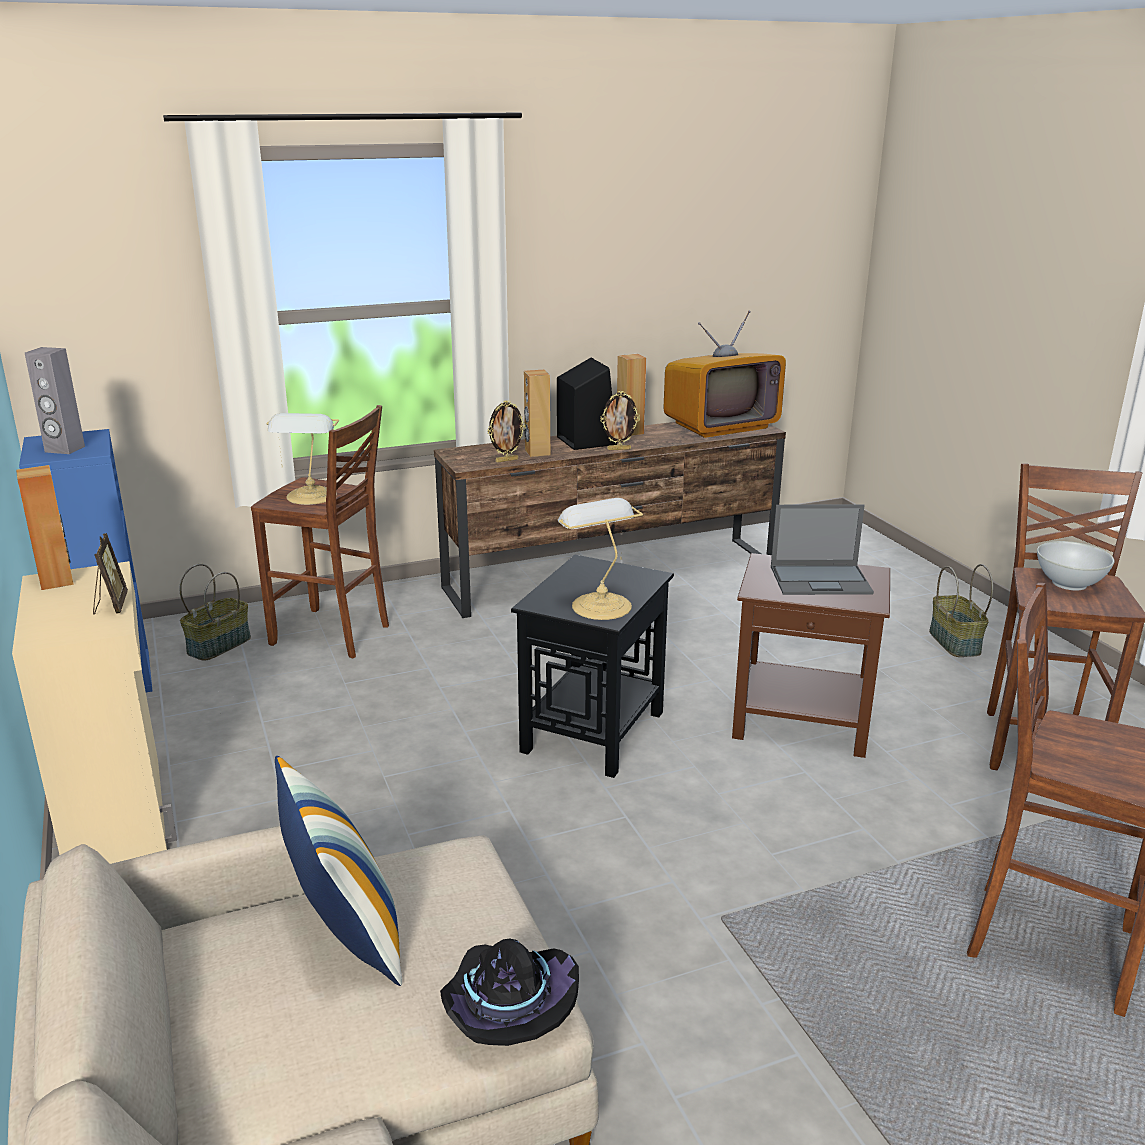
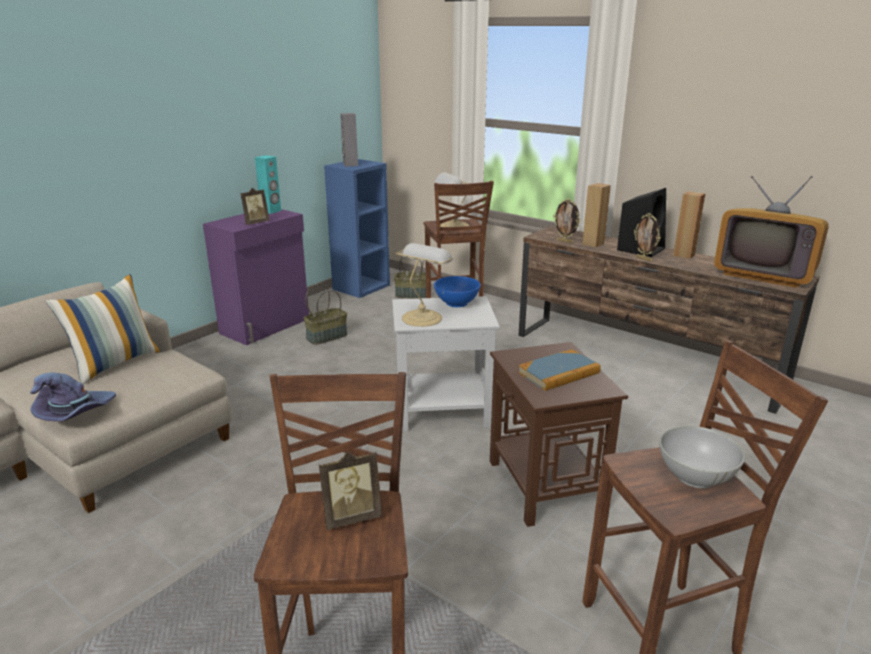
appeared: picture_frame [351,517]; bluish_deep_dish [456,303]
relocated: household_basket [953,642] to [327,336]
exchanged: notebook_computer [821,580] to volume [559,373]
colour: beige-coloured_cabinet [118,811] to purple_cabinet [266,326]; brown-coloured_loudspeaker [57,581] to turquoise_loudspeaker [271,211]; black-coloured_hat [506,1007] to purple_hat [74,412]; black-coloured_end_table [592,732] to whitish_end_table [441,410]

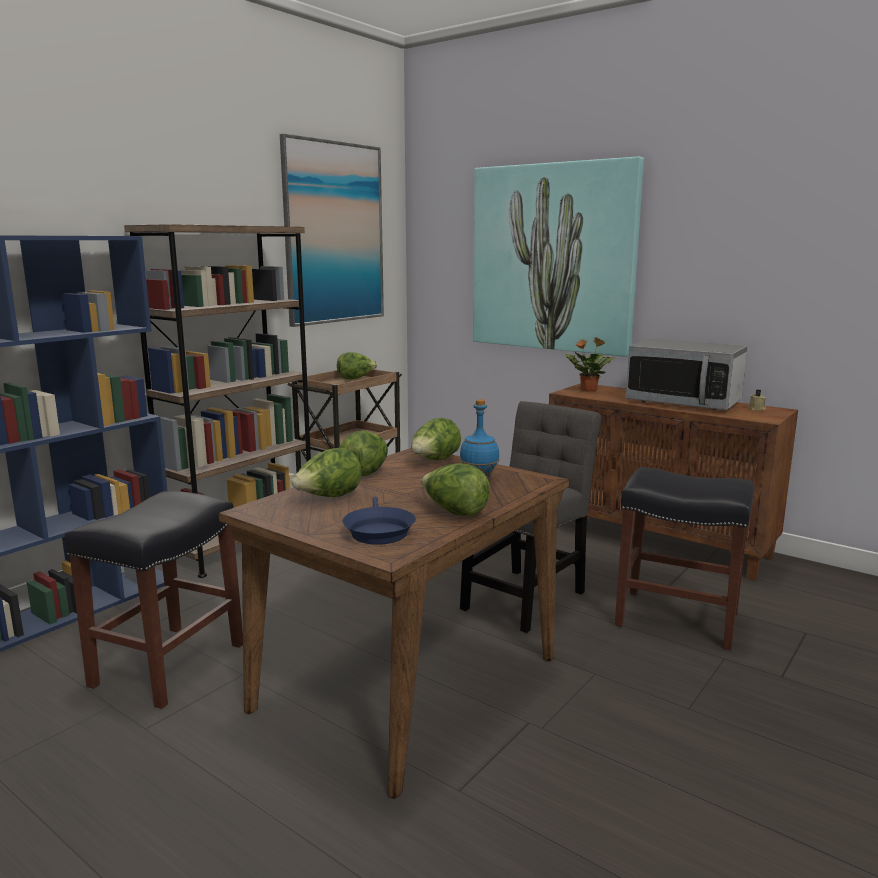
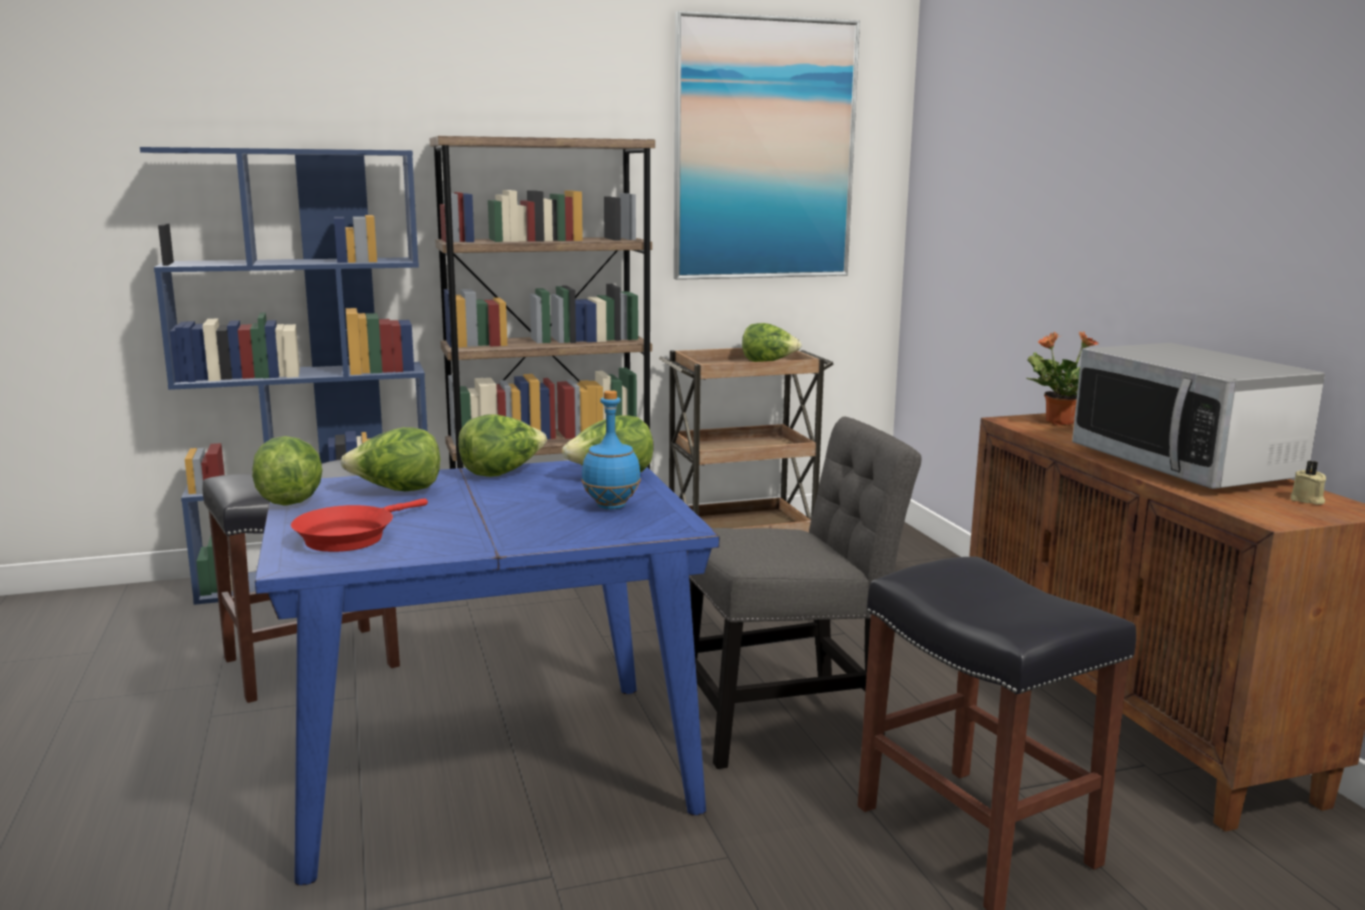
missing: wall_picture [553,258]
relocated: head_of_lettuce [454,512] to [290,499]
colour: brown-coloured_kitchen_table [407,684] to bluish_kitchen_table [488,772]; bluish_pan [378,531] to reddish_pan [350,536]

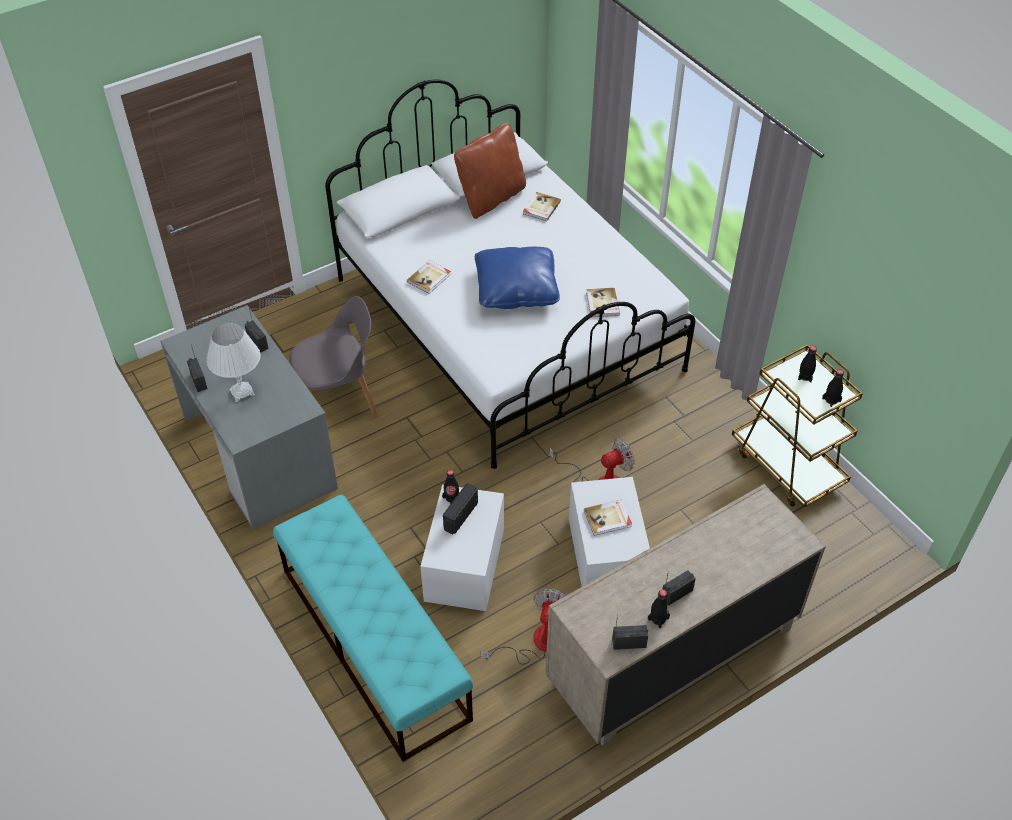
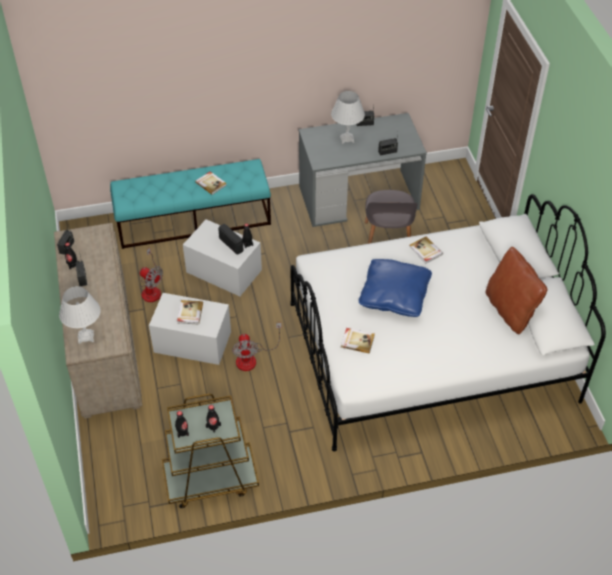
appeared: whitish_table_lamp [86,336]
relocated: volume [541,208] to [211,183]

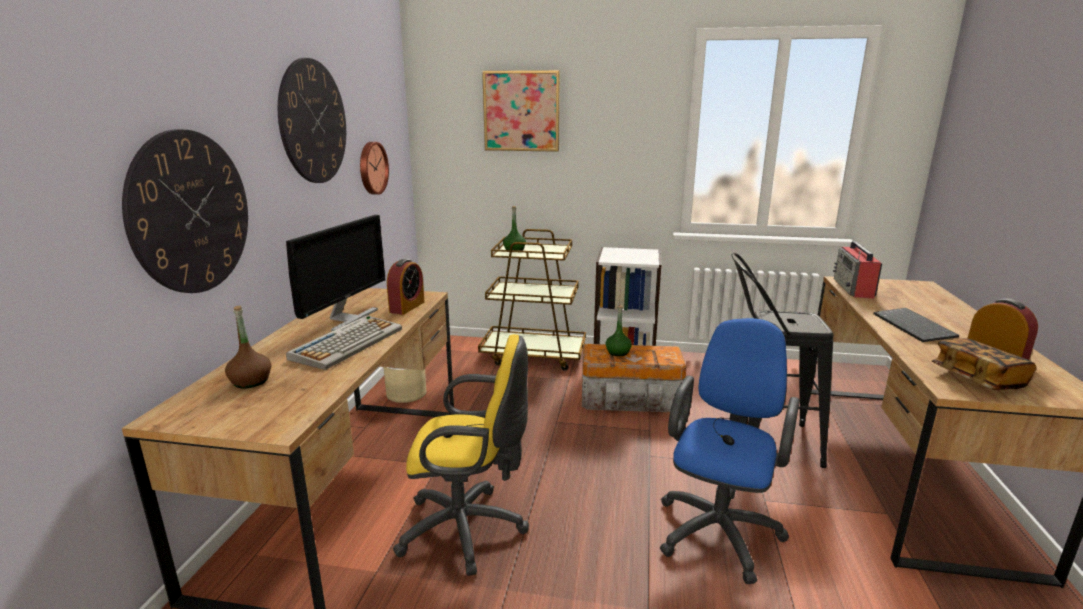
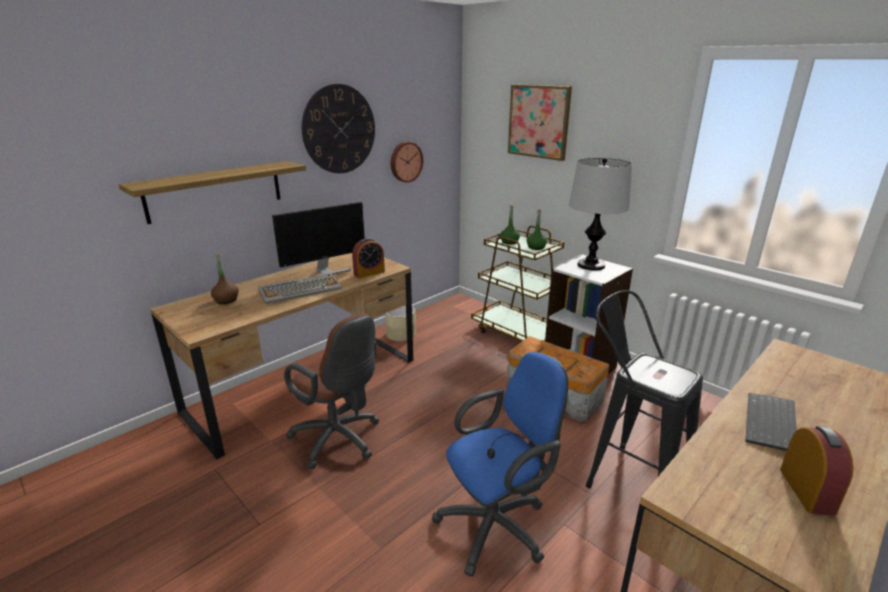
missing: radio_set [853,288]; volume [977,379]
appeared: table_lamp [591,265]
relocated: green_bottle [618,352] to [536,247]
exchanged: clock_on_the_wall [191,212] to wall_shelf [215,191]
colour: yellow-coloured_office_chair [469,529] to brown-coloured_office_chair [339,440]

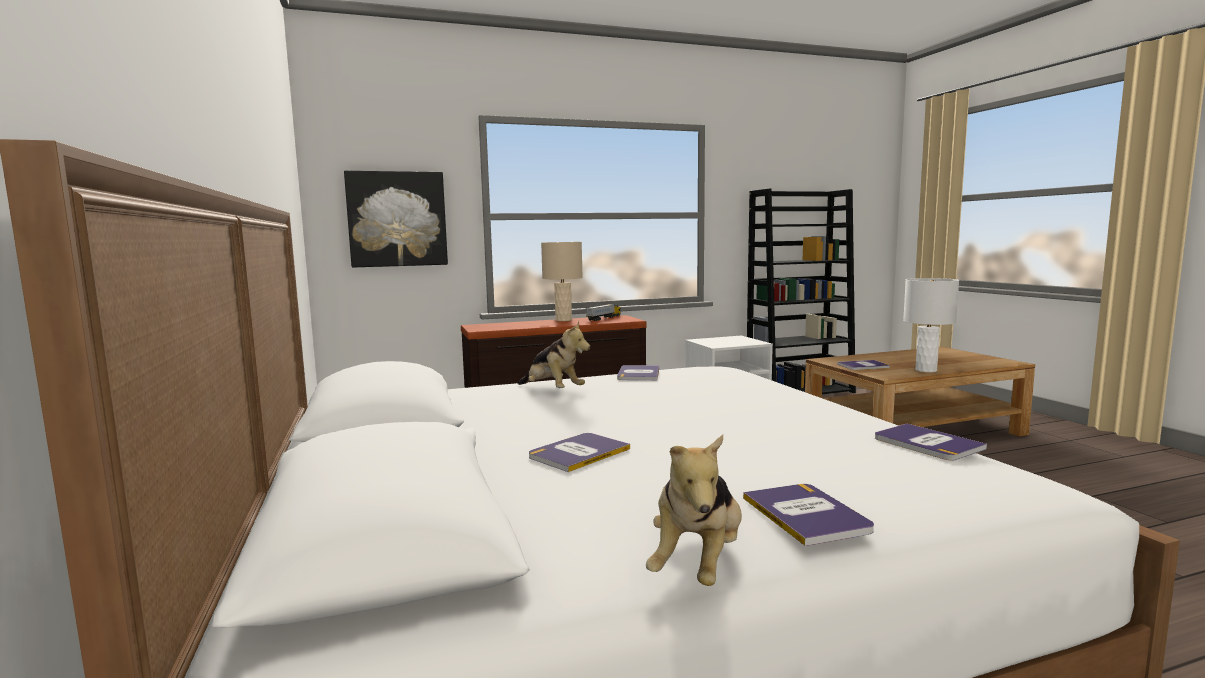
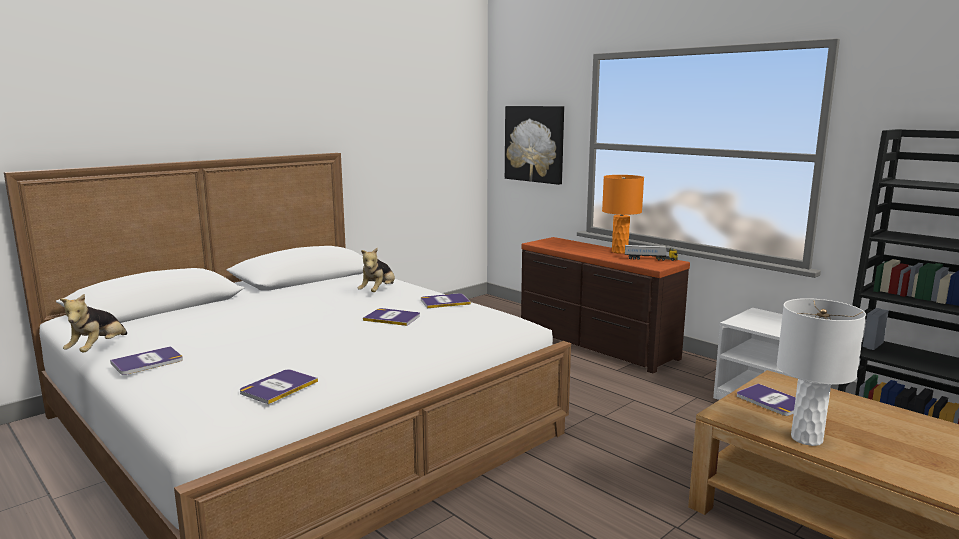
relocated: volume [578,453] to [392,318]
colour: beige-coloured_table_lamp [563,320] to orange-coloured_table_lamp [620,251]
spun: cuddly_toy [698,565] = [98,349] 75 degrees counterclockwise

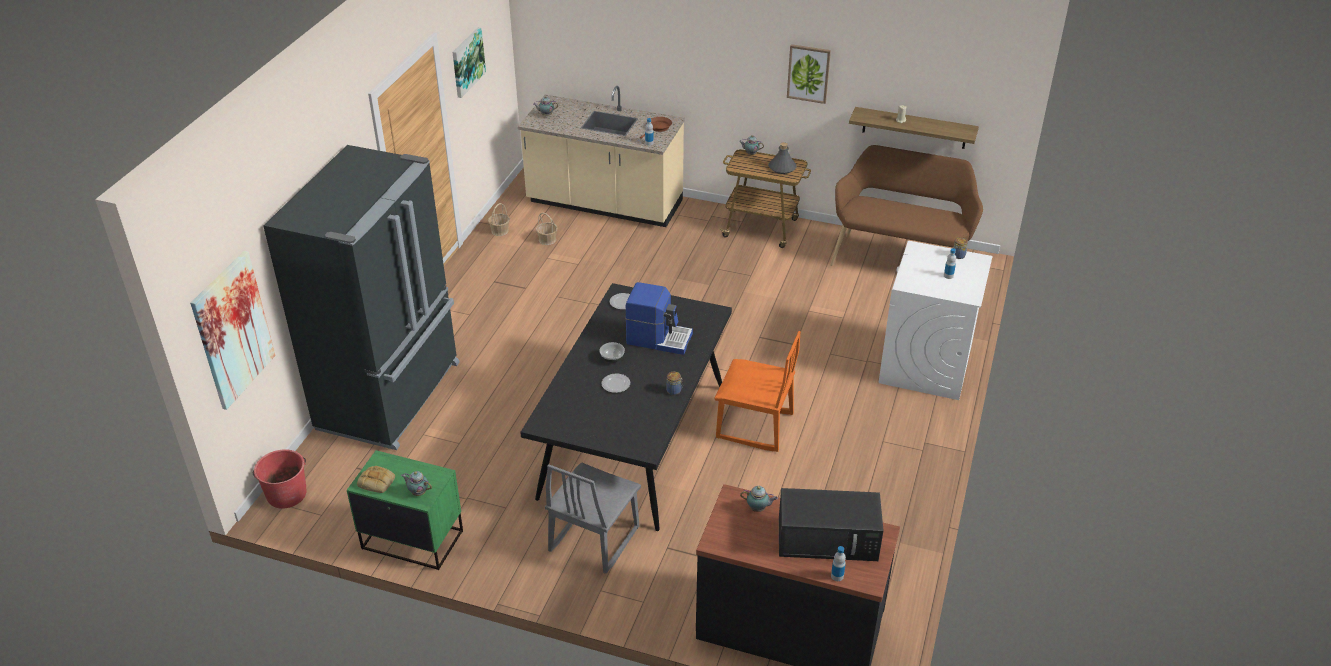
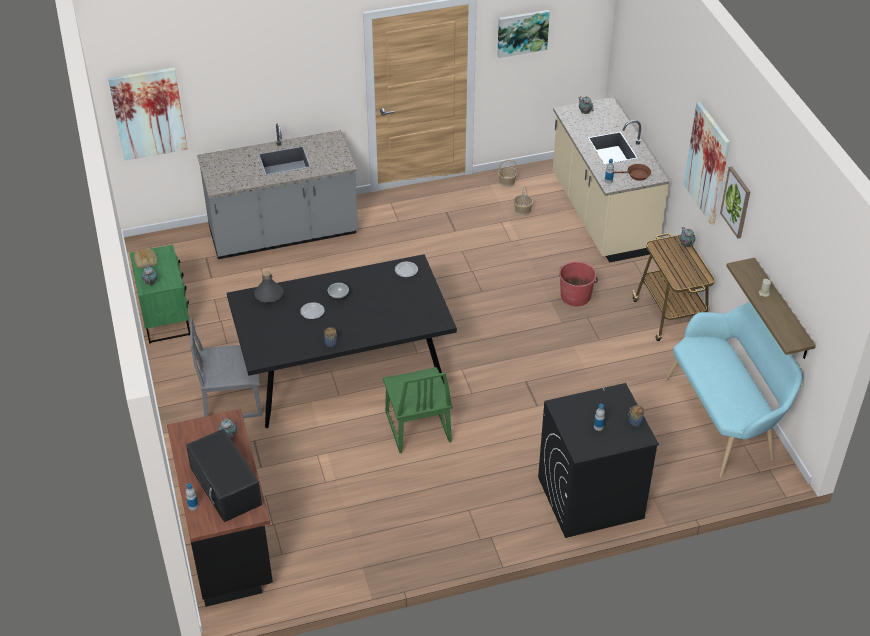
missing: coffee_machine [659,338]
appeared: wall_picture [707,163]
relocated: reddish_water_bucket [286,494] to [575,296]; grey_bottle [782,168] to [269,294]
exchanged: black-coloured_kitchen_fridge [392,396] to grey_kitchen_counter [283,234]
colour: orange-coloured_upright_chair [754,427] to green_upright_chair [417,427]; brown-coloured_bench [900,259] to turquoise_bench [724,420]; whitish_laundry_appliance [925,366] to black-coloured_laundry_appliance [590,498]

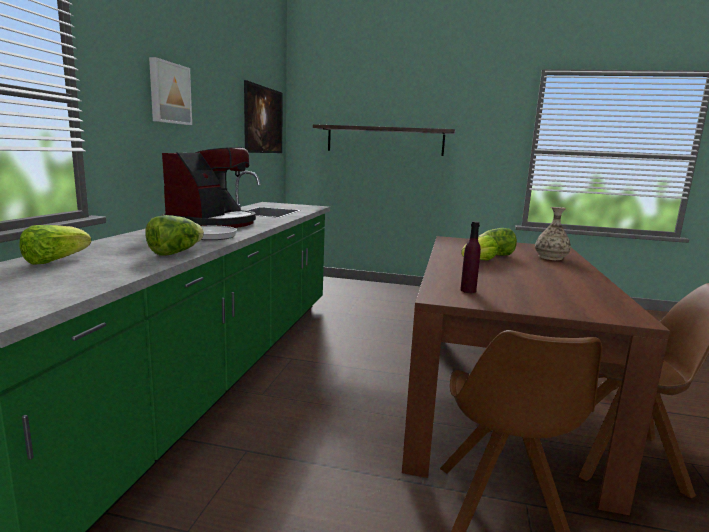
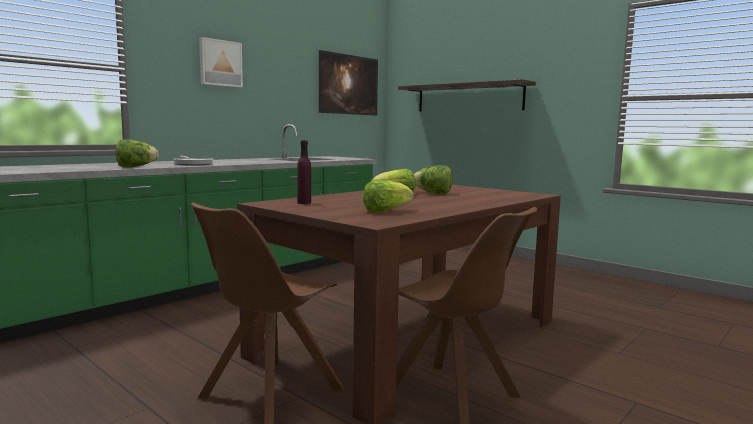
missing: coffee_machine [213,223]; vase [550,257]
relocated: head_of_lettuce [55,261] to [386,211]

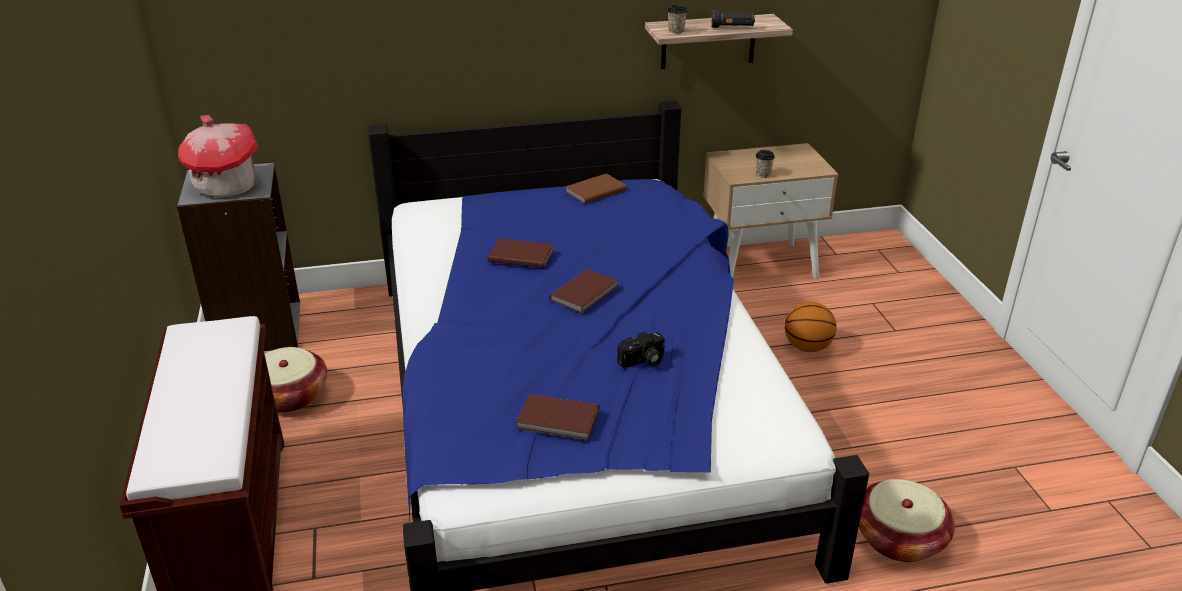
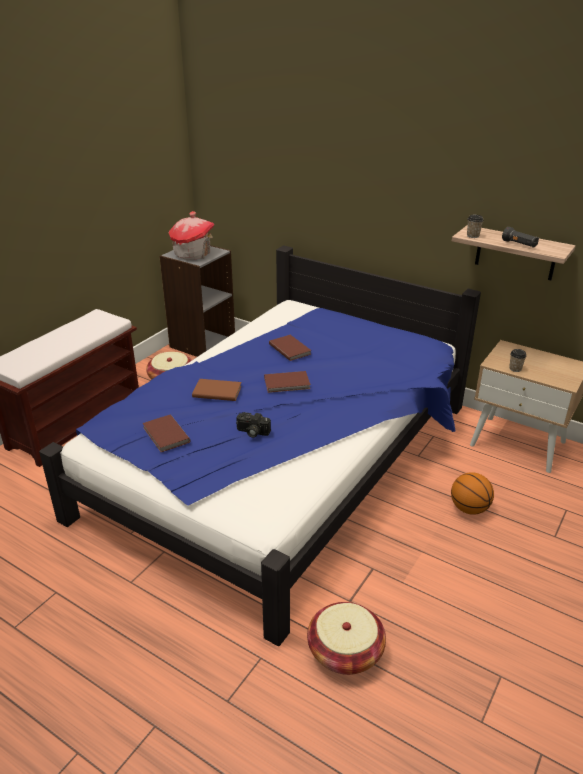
relocated: brown-coloured_volume [594,190] to [216,391]

